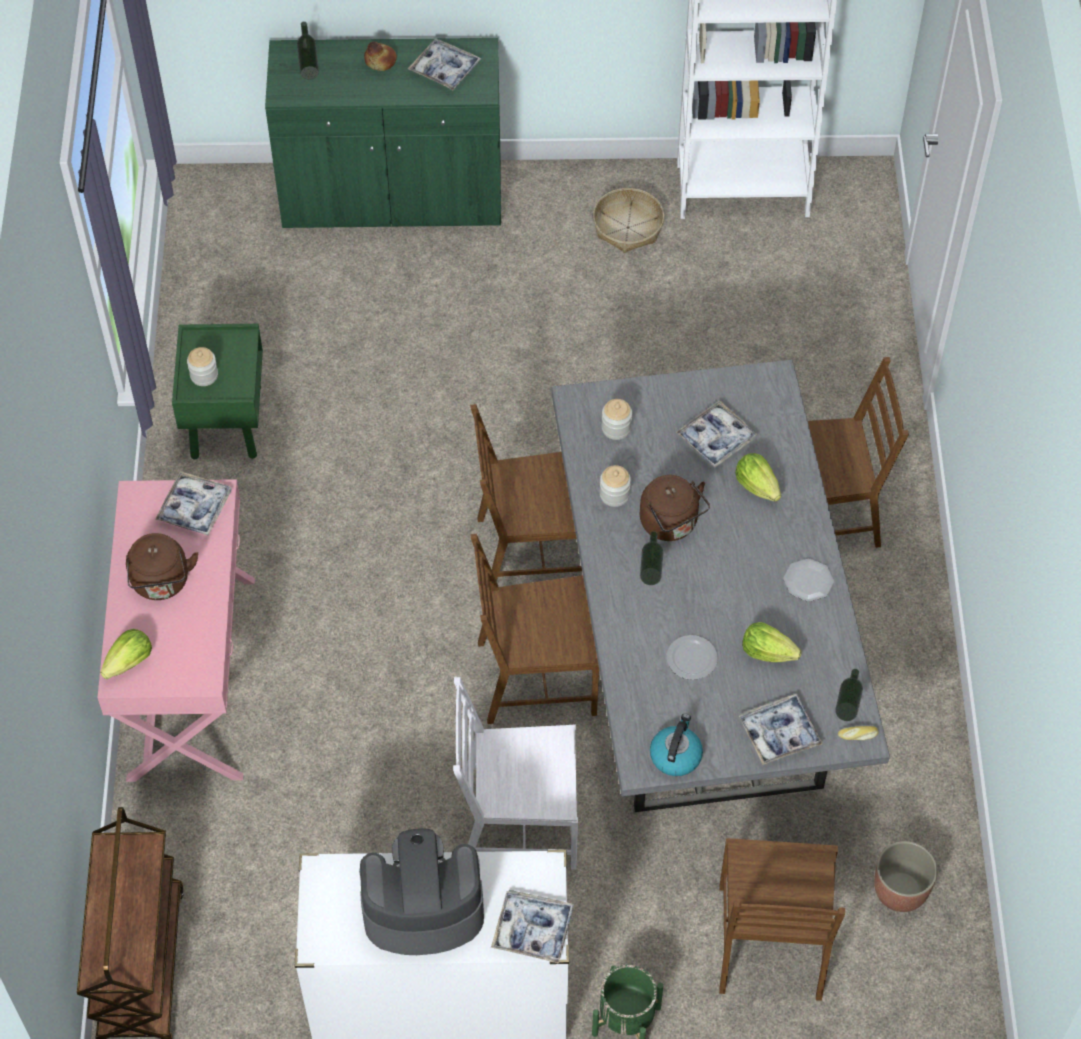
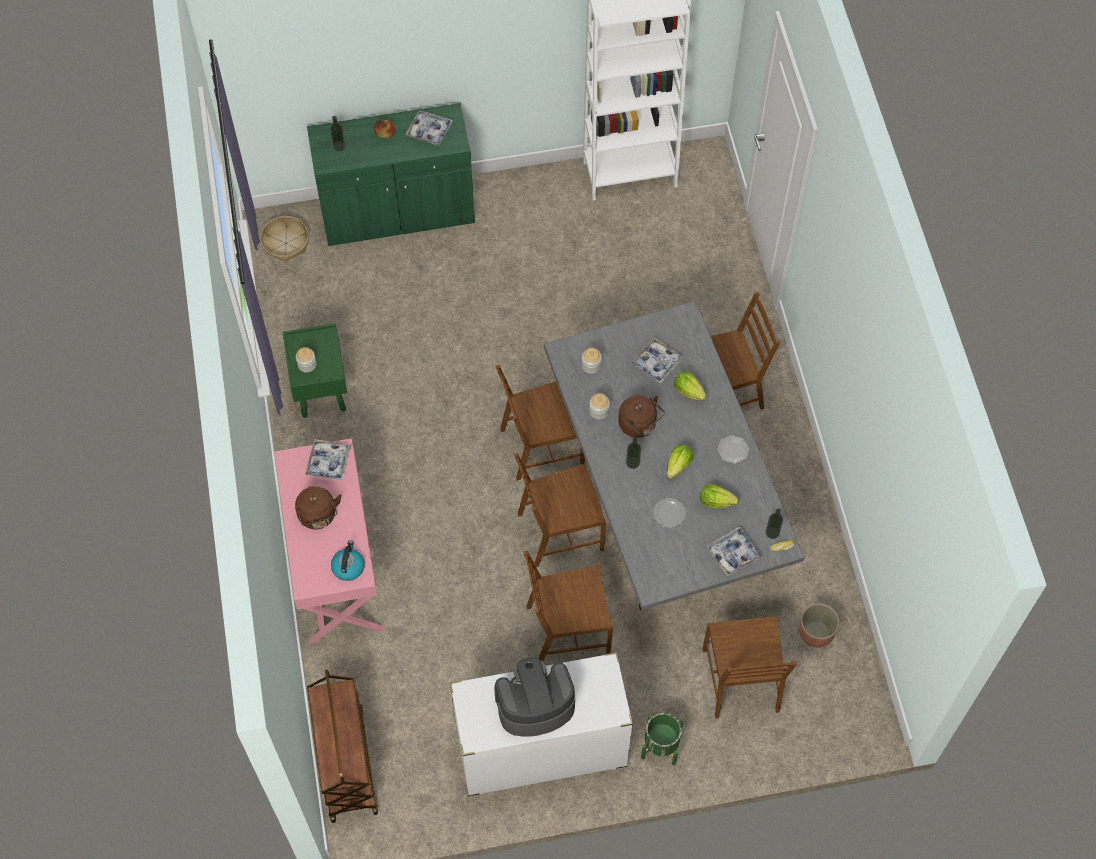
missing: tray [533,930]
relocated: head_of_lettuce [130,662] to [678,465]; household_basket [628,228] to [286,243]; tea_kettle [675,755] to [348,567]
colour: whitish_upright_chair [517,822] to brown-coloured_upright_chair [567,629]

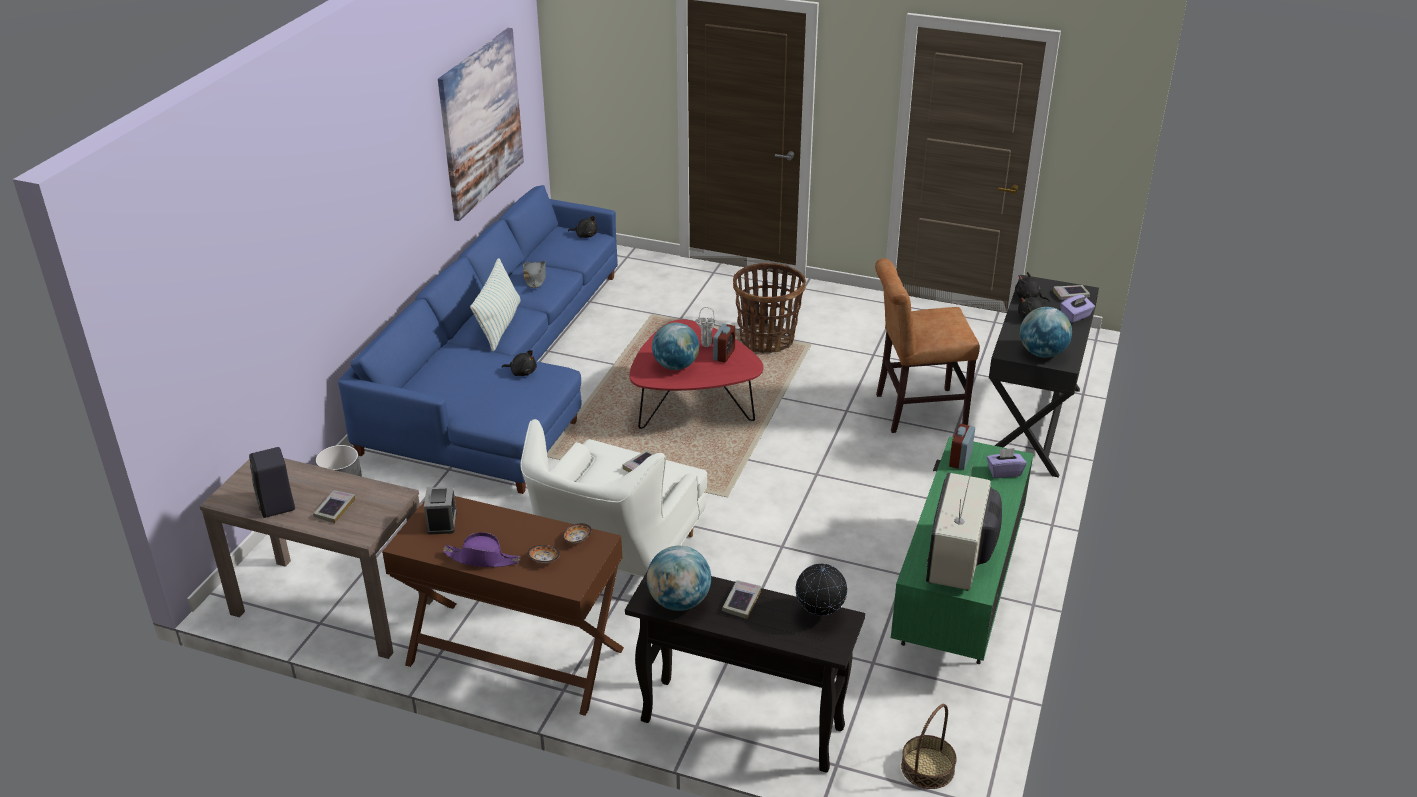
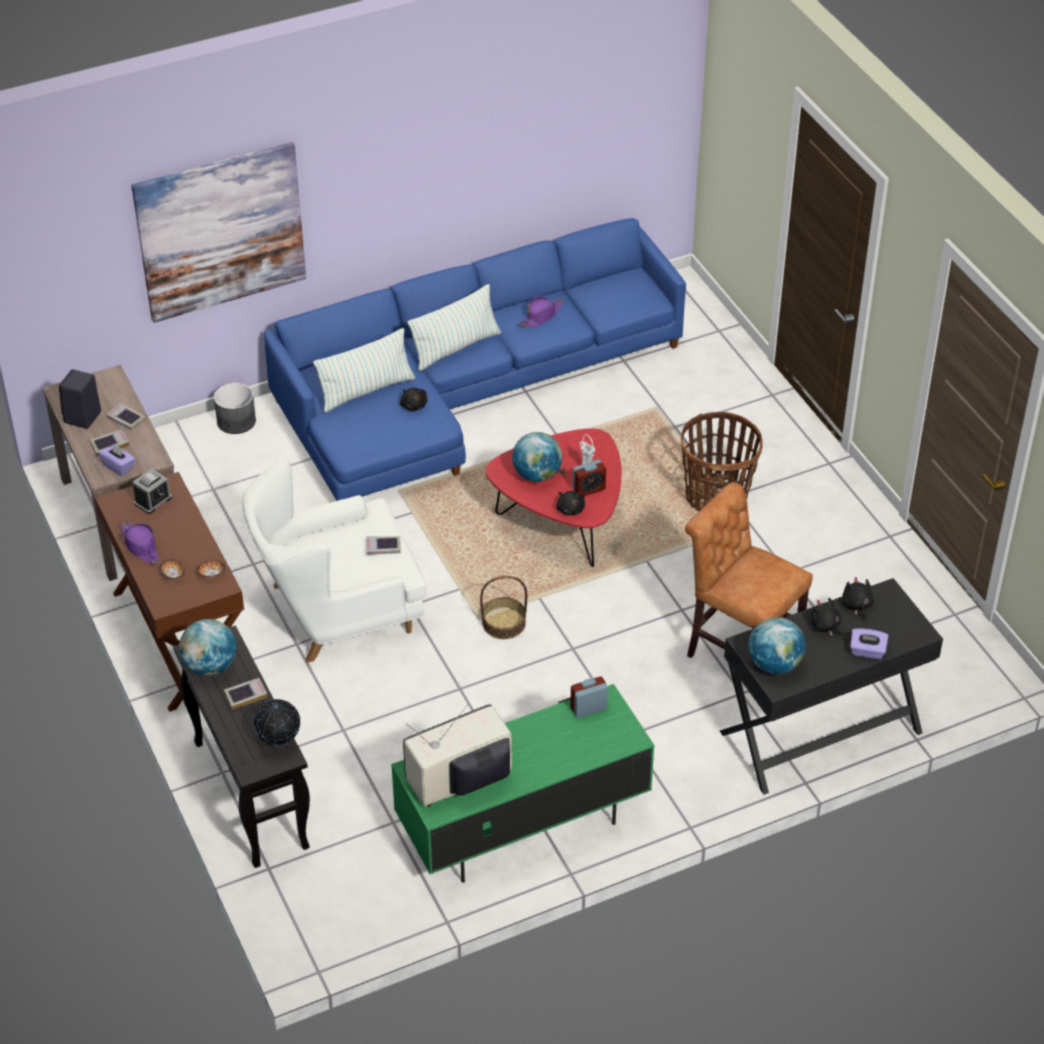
appeared: pillow [366,391]
relocated: wall_picture [481,122] to [220,231]; black-coloured_cuddly_toy [585,235] to [570,509]; household_basket [927,767] to [504,623]; purple_tissue_holder [1004,472] to [118,466]; volume [1070,295] to [126,419]
colour: grey_hat [535,278] to purple_hat [541,316]

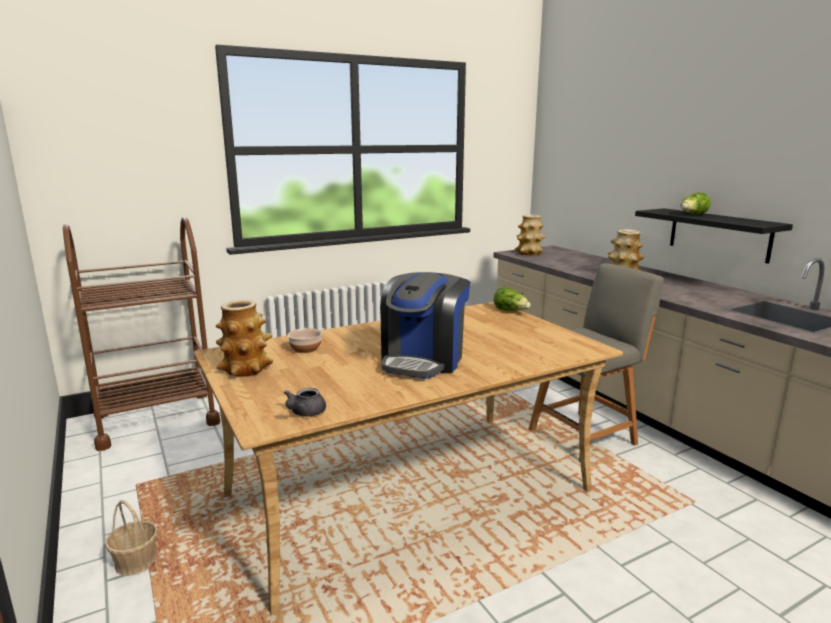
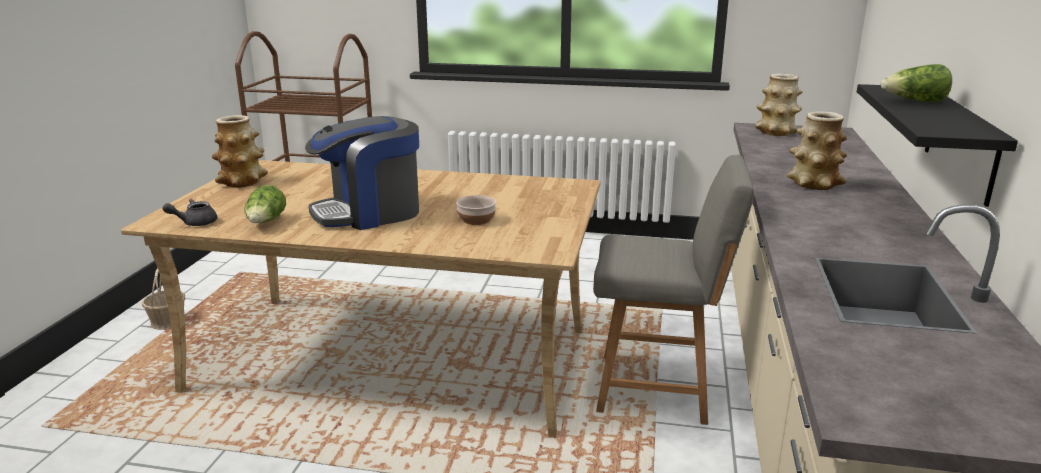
relocated: deep_dish [305,349] to [476,220]; head_of_lettuce [511,311] to [266,222]

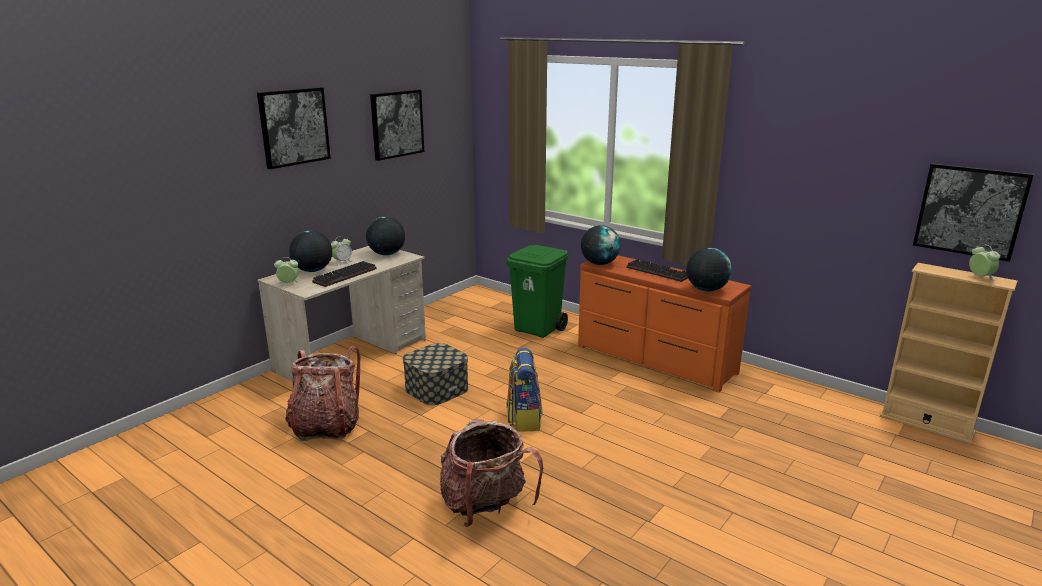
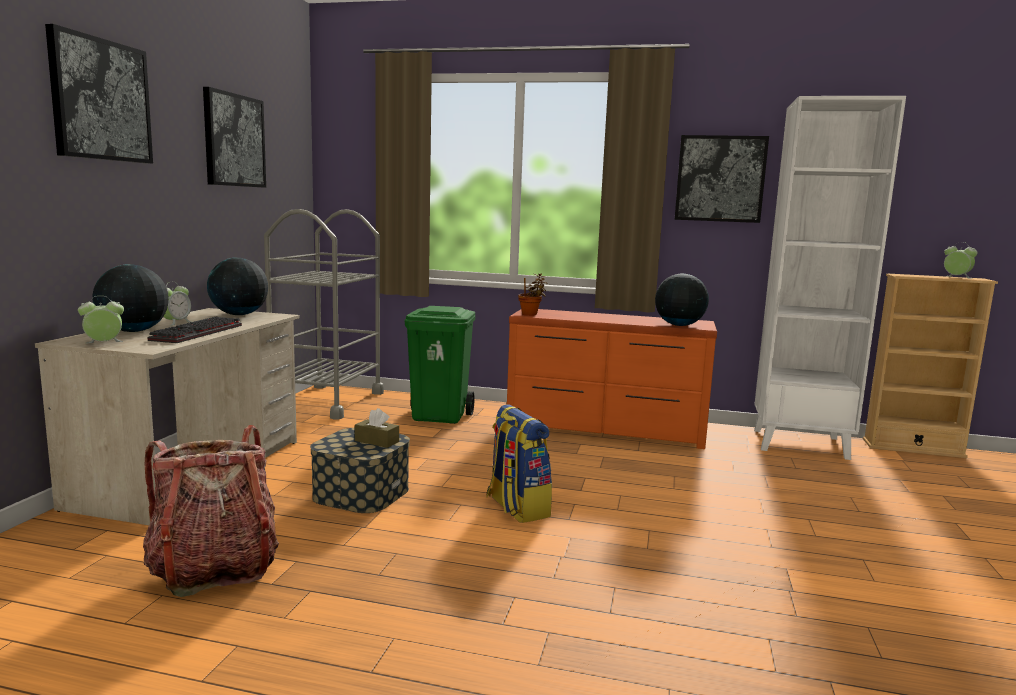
missing: rucksack [485,506]; keyboard [659,272]
appeared: grey_cart [327,401]; brown-coloured_tissue_holder [377,441]; whitish_bookcase [800,444]
relocated: wall_picture [970,210] to [720,179]
exchanged: world_globe [599,263] to plant_in_a_pot [531,314]

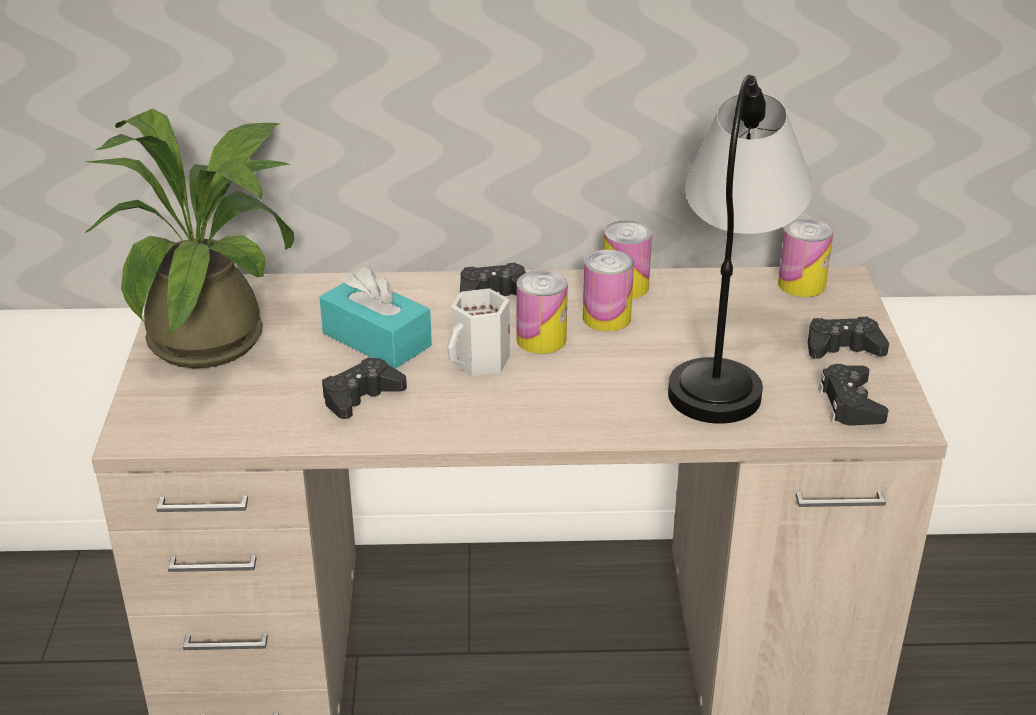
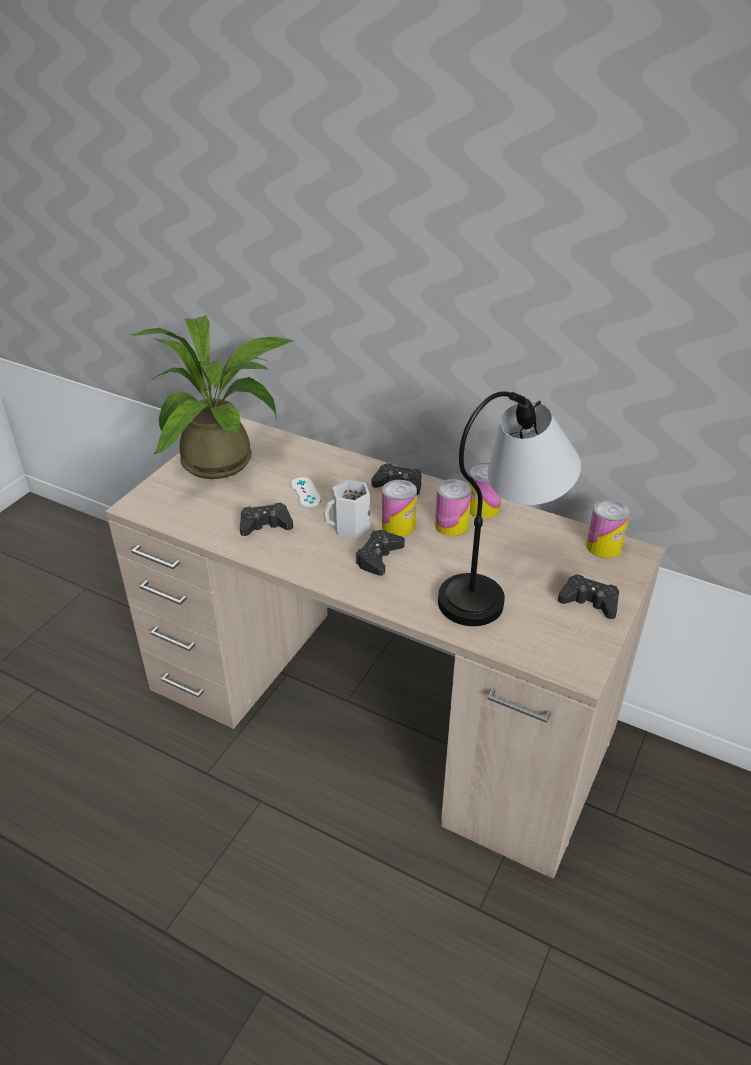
relocated: black-coloured_gamepad [850,404] to [378,557]
exchanged: turquoise_tissue_holder [376,339] to whitish_gamepad [305,492]

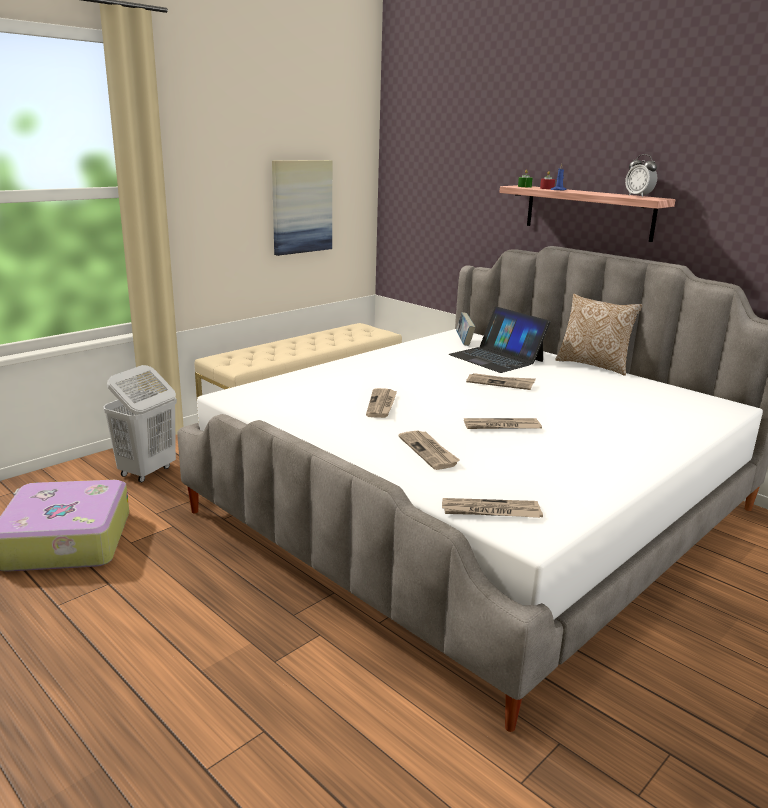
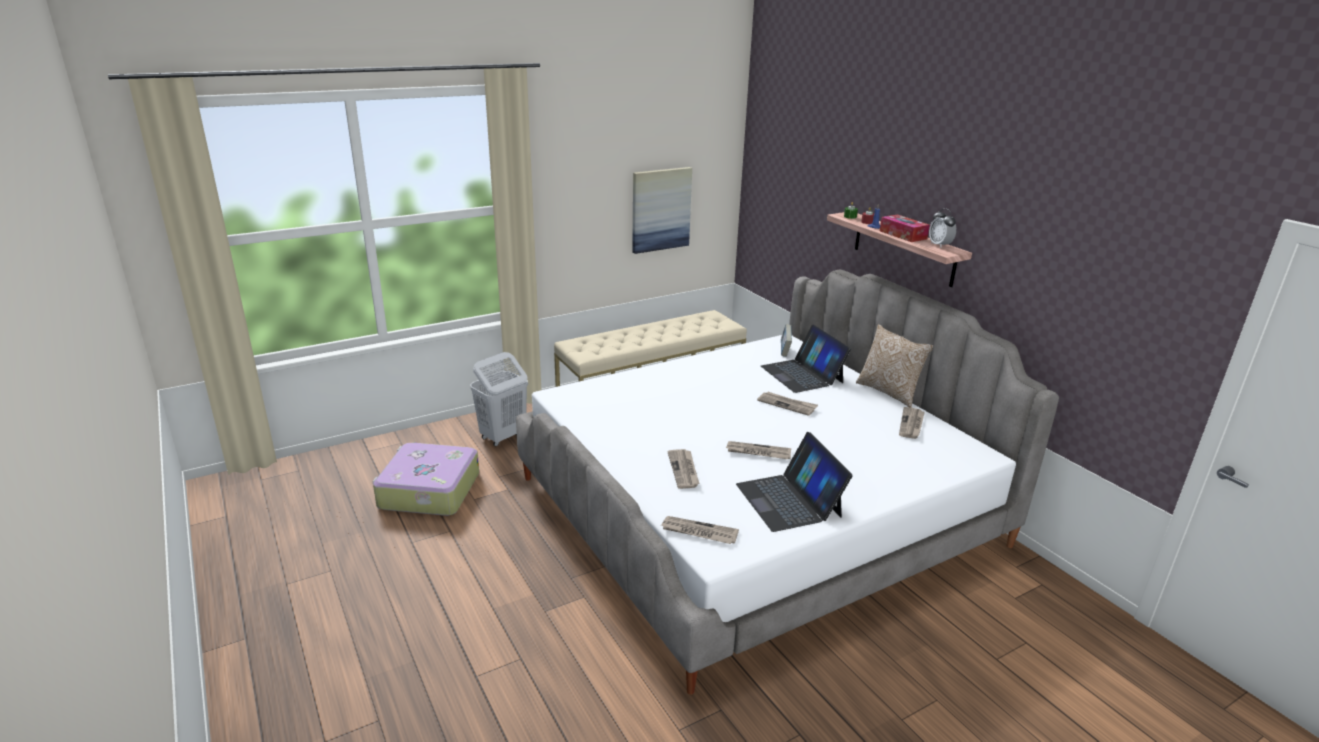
appeared: notebook_computer [789,500]; tissue_holder [903,235]
relocated: daily_paper [382,405] to [911,424]

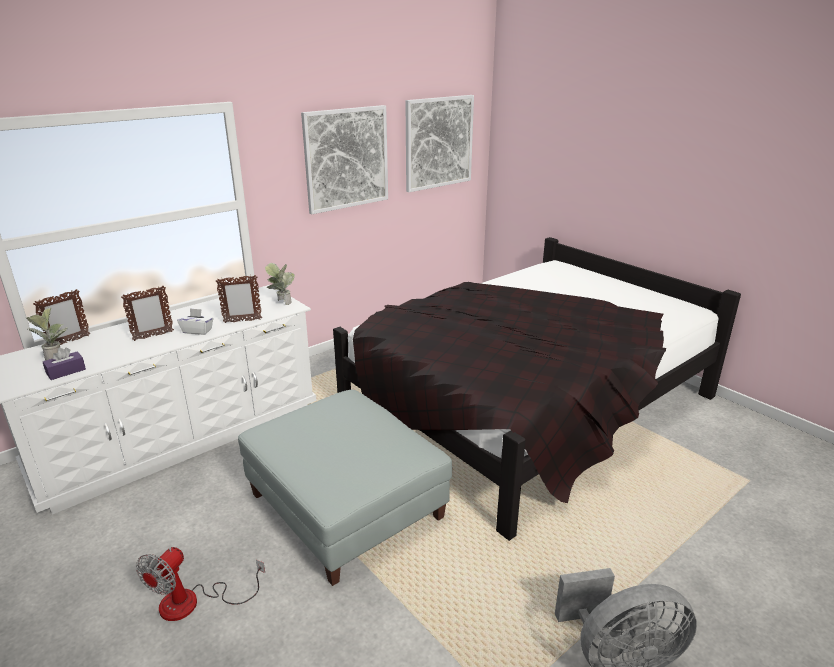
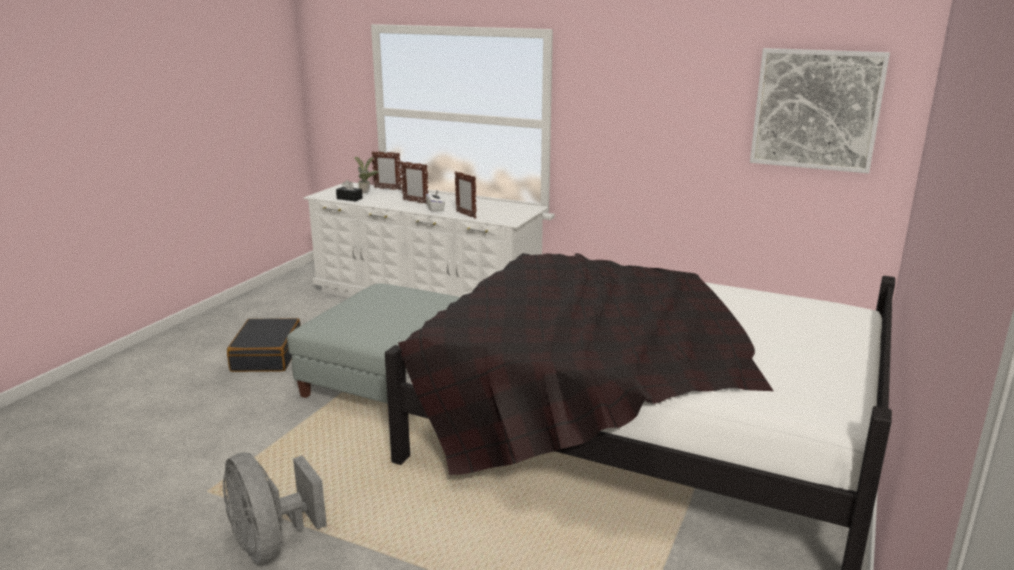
missing: plant_in_a_pot [281,302]; wall_picture [346,158]
exchanged: cooling_fan [193,602] to black-coloured_piece_of_luggage [266,356]
colour: purple_tissue_holder [66,371] to black-coloured_tissue_holder [349,198]

